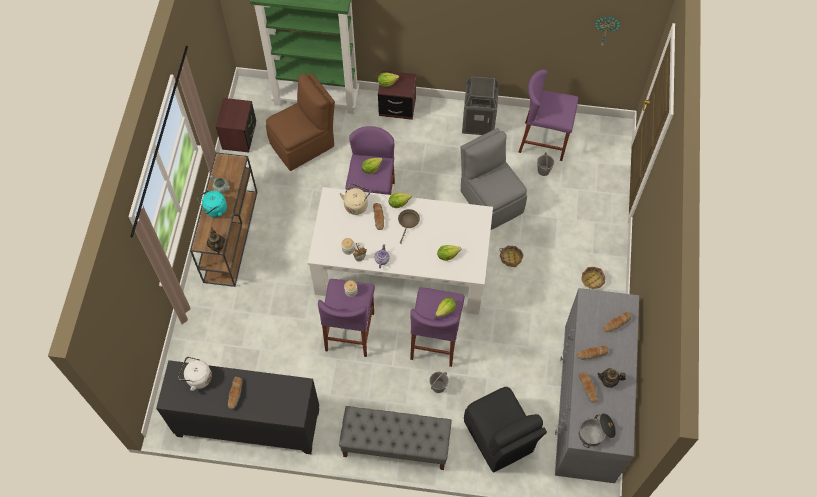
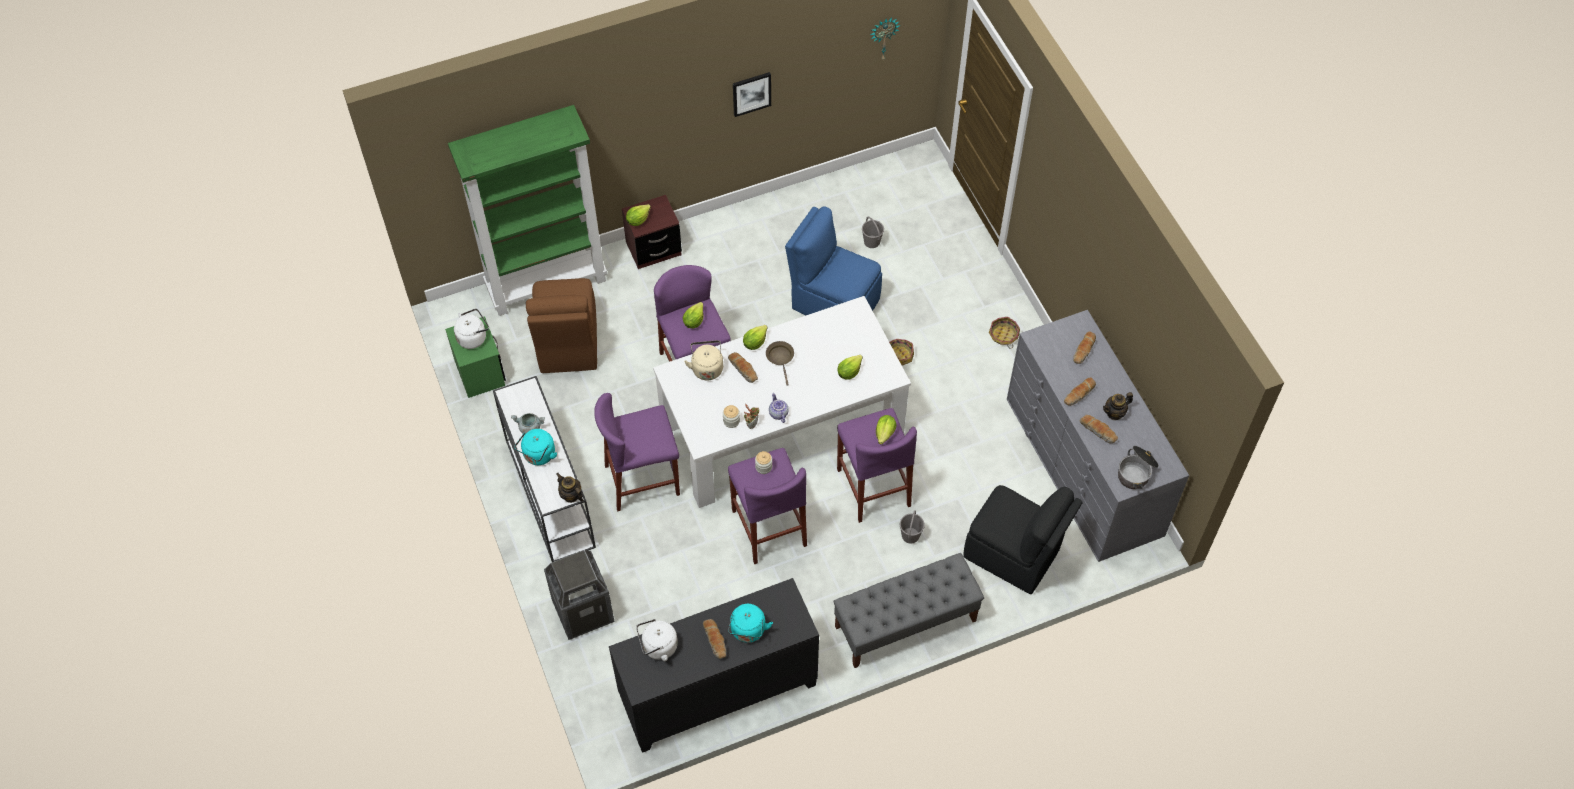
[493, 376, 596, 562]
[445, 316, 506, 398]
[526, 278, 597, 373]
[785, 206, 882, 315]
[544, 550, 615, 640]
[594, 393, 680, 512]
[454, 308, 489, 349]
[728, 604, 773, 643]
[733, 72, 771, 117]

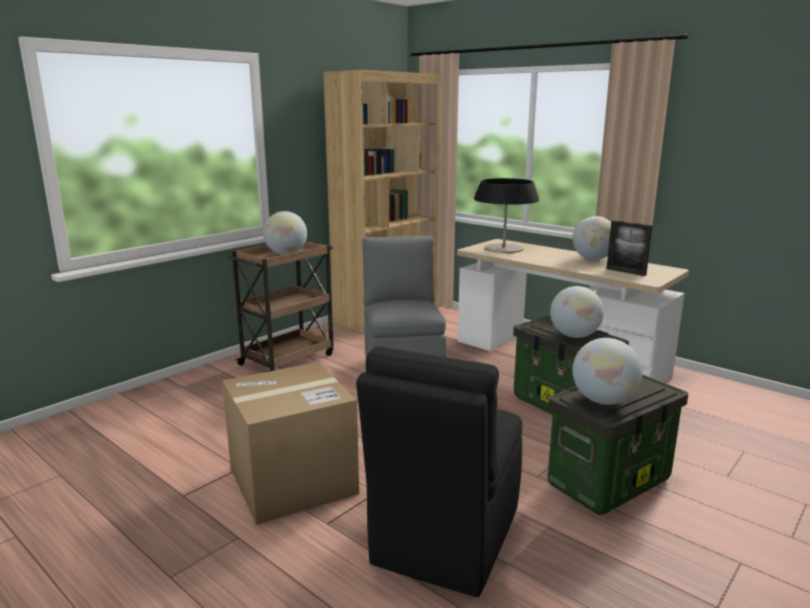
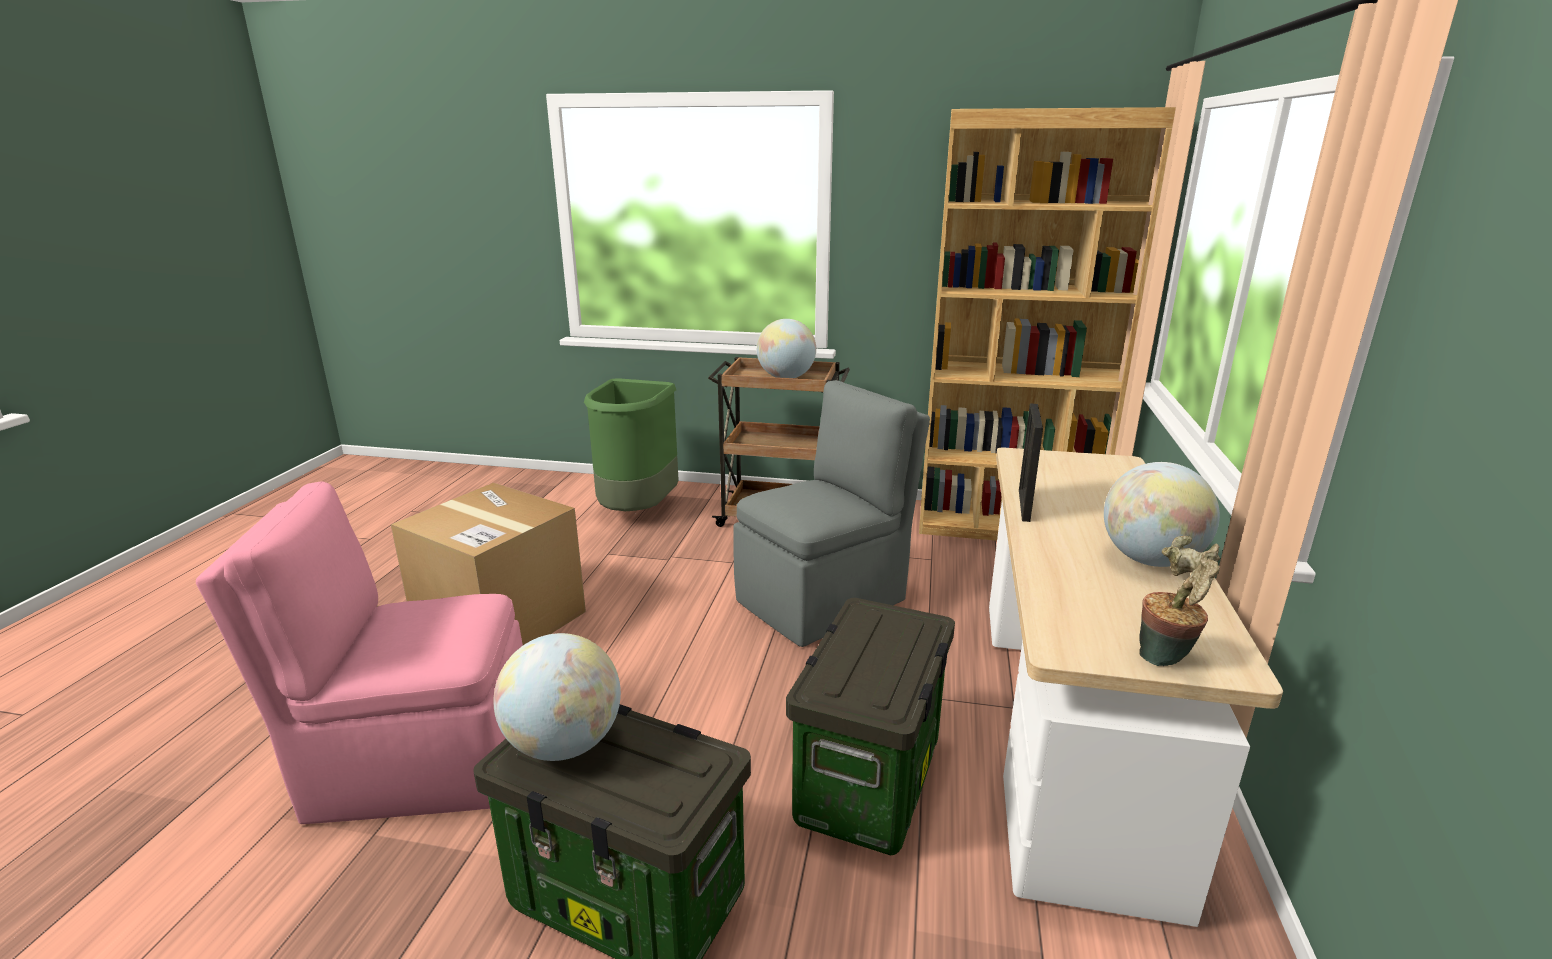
[196, 481, 523, 824]
[474, 178, 539, 253] (first image)
[550, 286, 604, 338] (first image)
[1019, 404, 1043, 522]
[584, 378, 679, 511]
[1139, 536, 1220, 666]

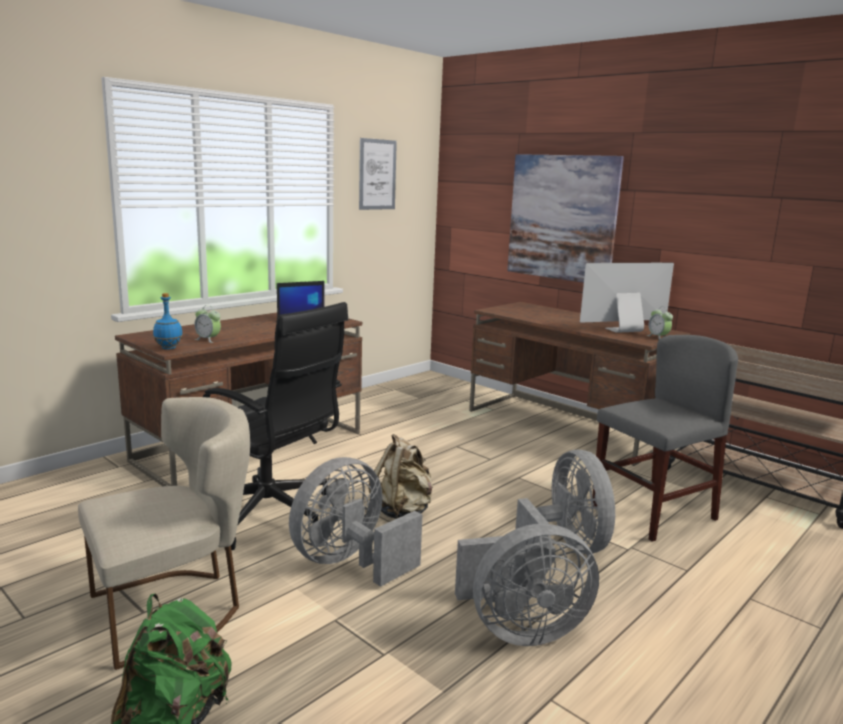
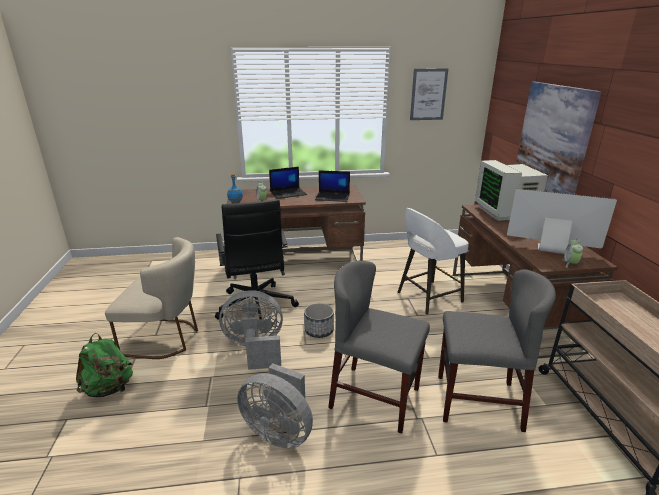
[304, 303, 334, 338]
[328, 261, 430, 434]
[269, 167, 307, 199]
[398, 208, 469, 315]
[475, 160, 548, 221]

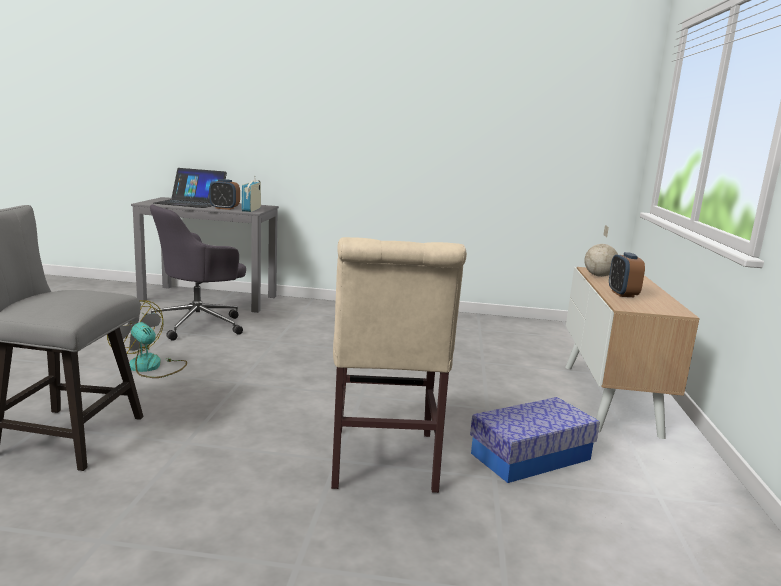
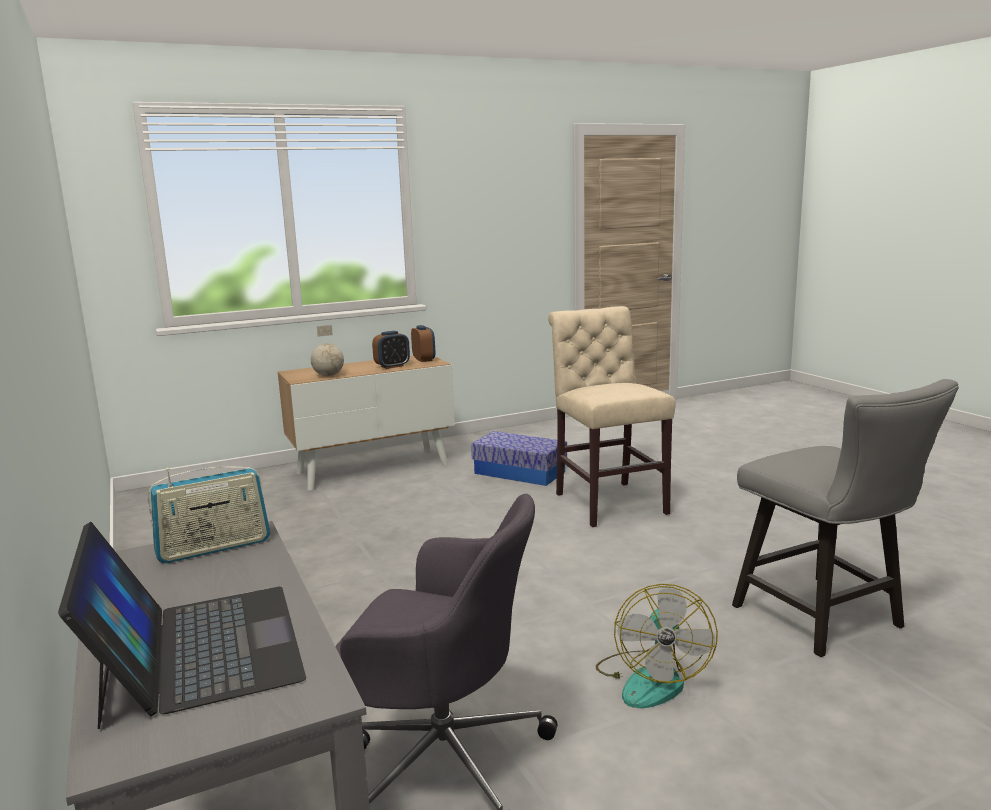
[411, 325, 435, 362]
[548, 306, 676, 527]

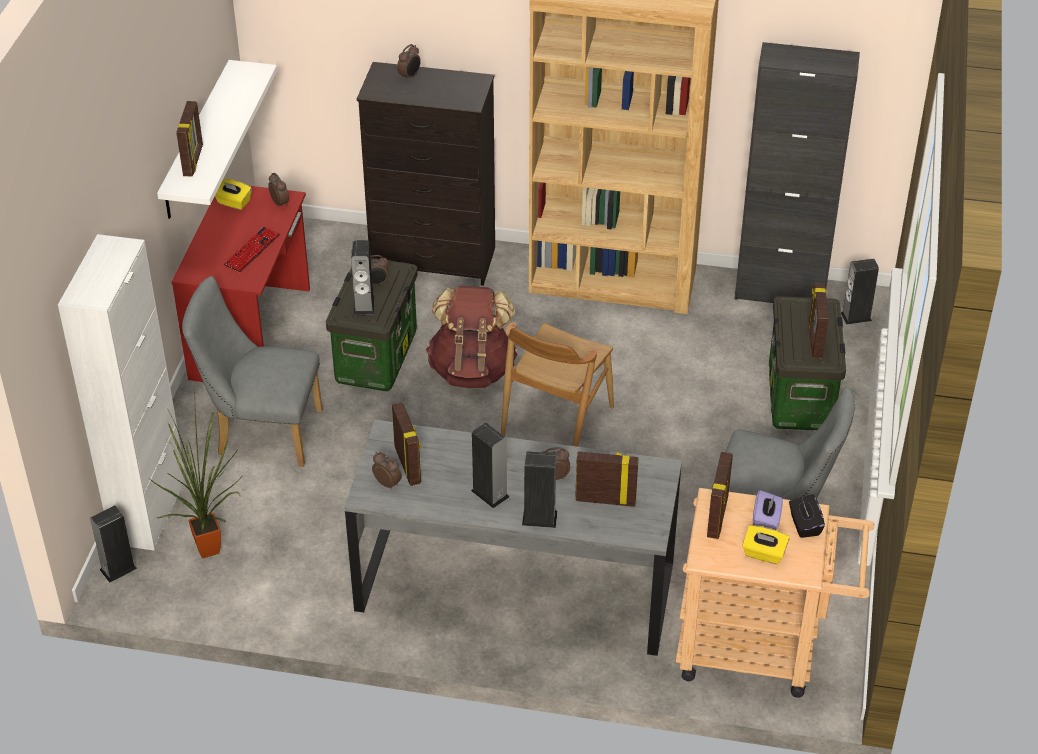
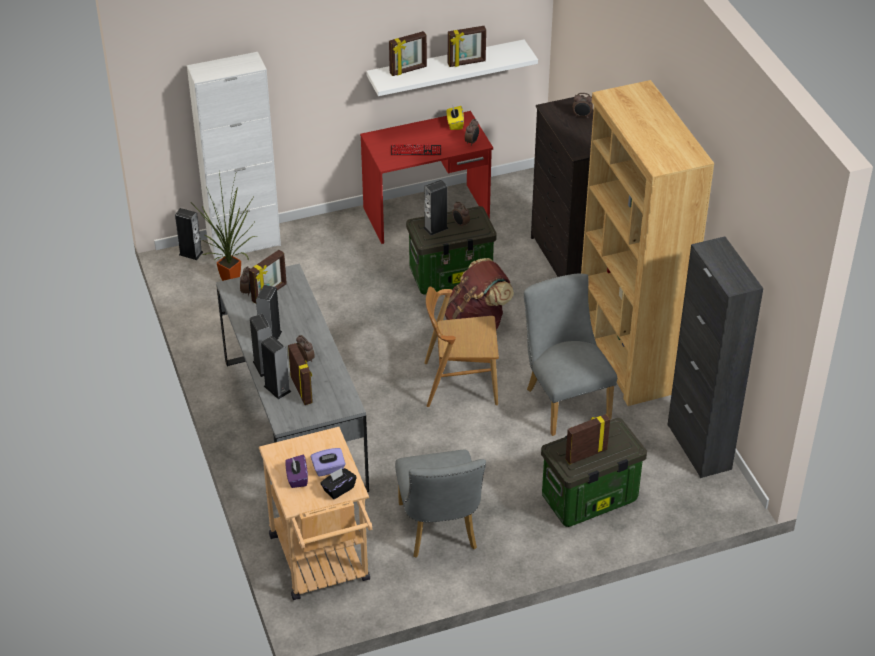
[524, 274, 617, 436]
[448, 26, 486, 67]
[285, 455, 308, 488]
[261, 336, 291, 400]

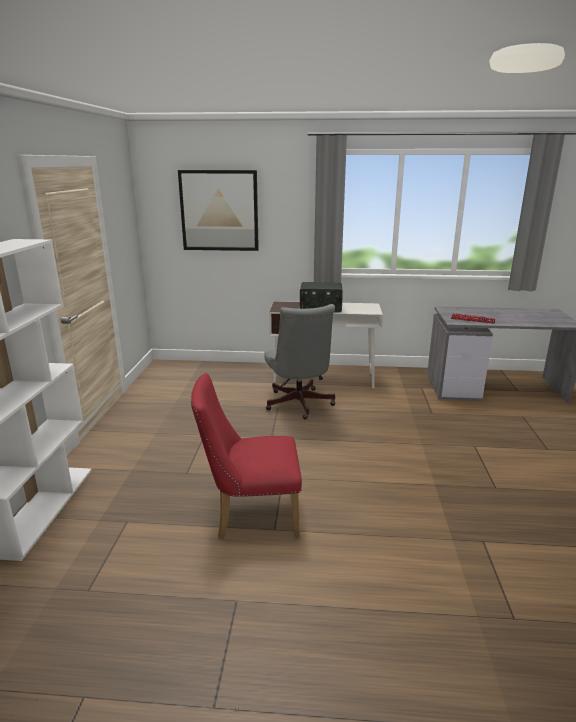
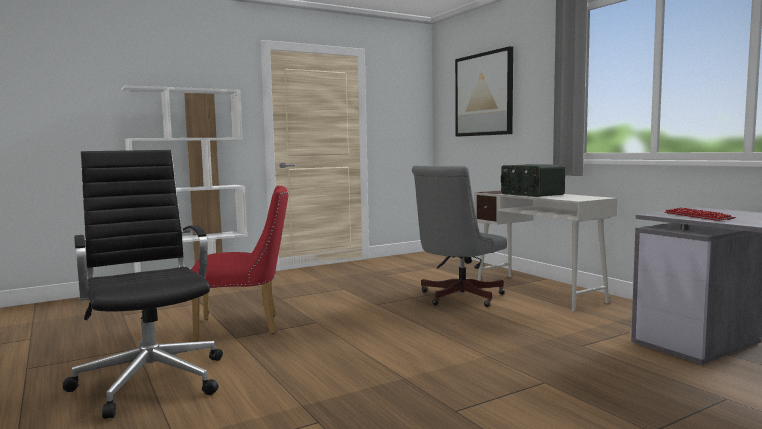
[191, 186, 288, 341]
[63, 150, 223, 419]

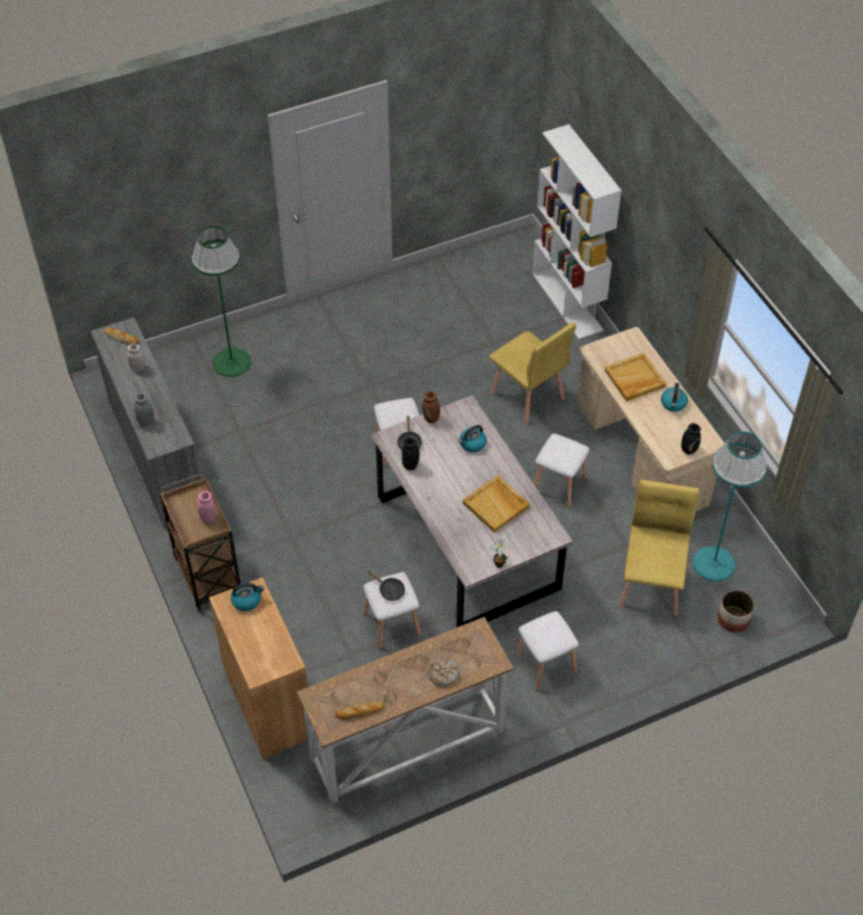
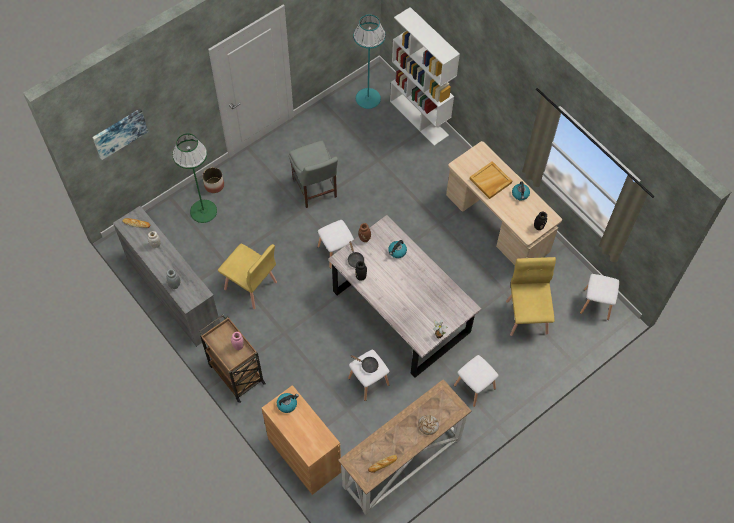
[463, 475, 530, 533] (first image)
[218, 244, 277, 309]
[580, 274, 619, 320]
[353, 15, 385, 109]
[202, 167, 224, 193]
[92, 109, 148, 160]
[289, 140, 338, 208]

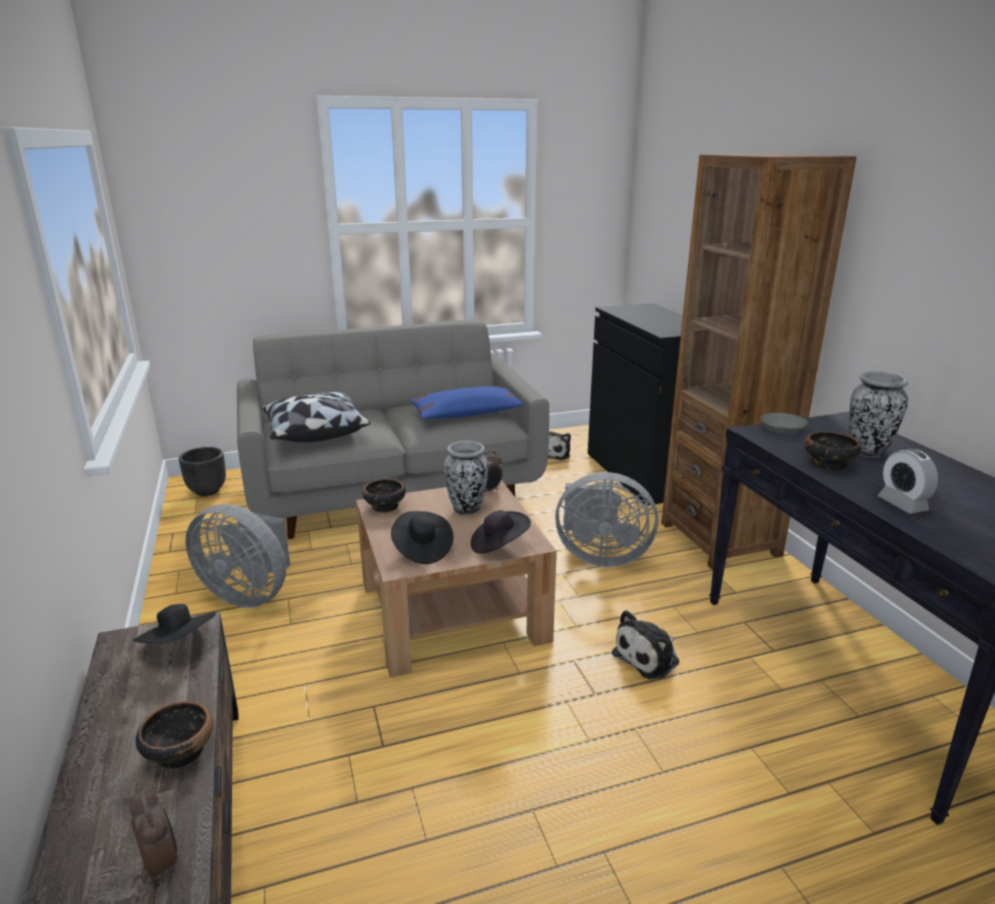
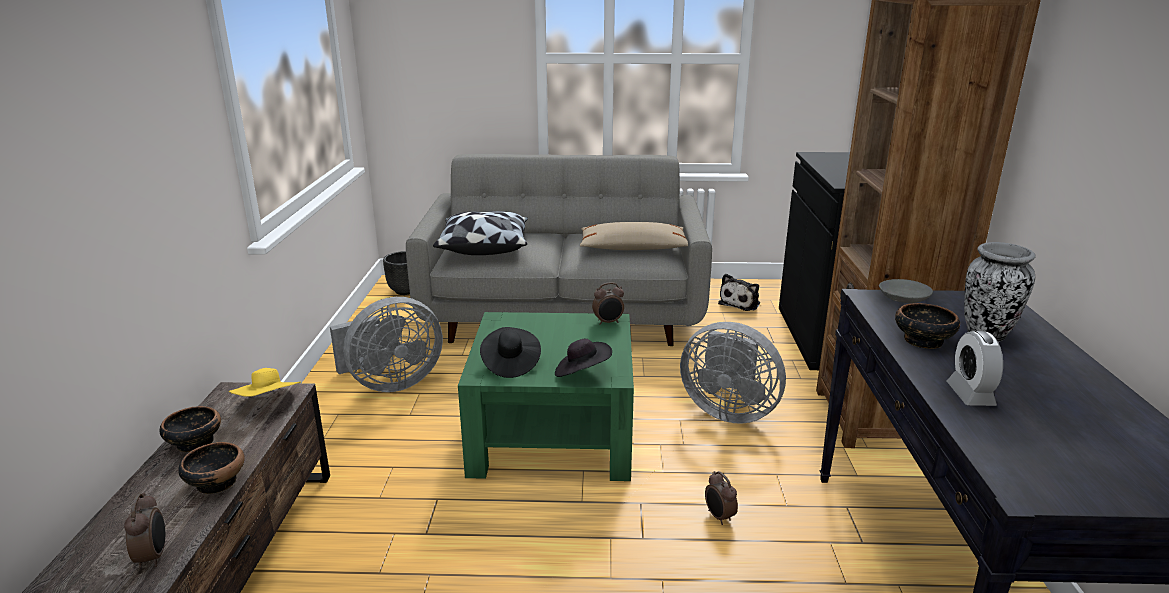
[229, 368, 301, 397]
[330, 297, 443, 392]
[458, 312, 634, 481]
[160, 406, 221, 452]
[580, 222, 688, 250]
[444, 441, 488, 515] (first image)
[705, 471, 738, 525]

